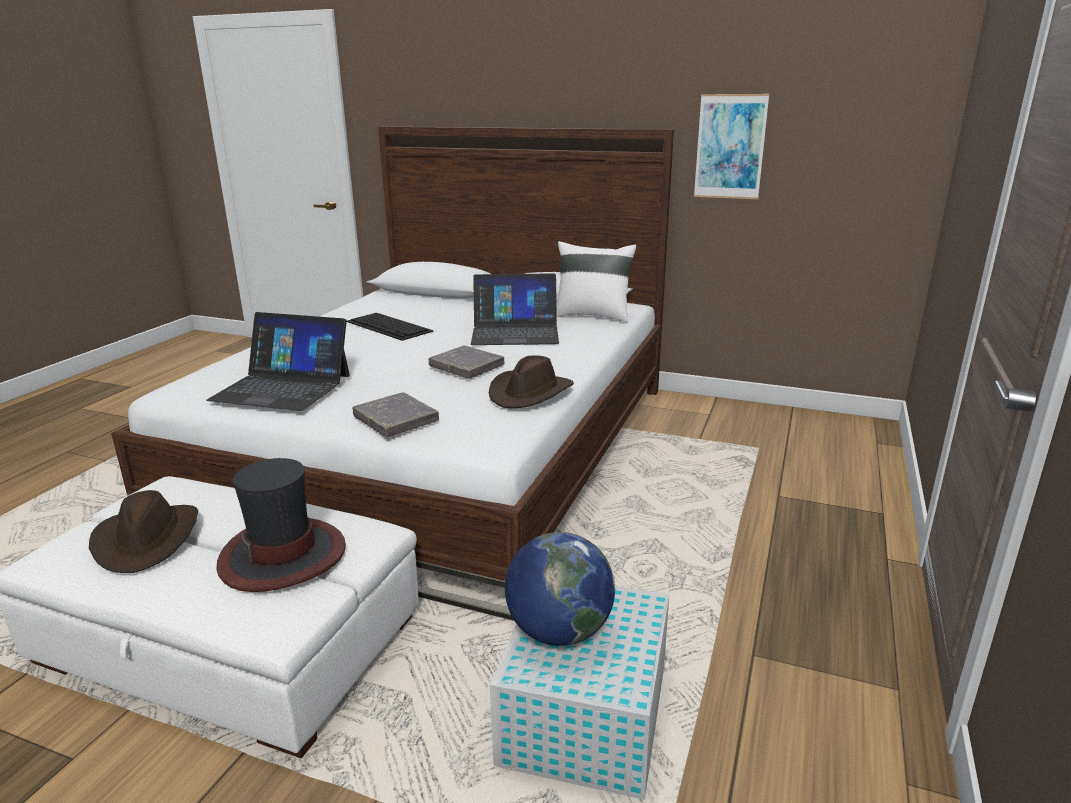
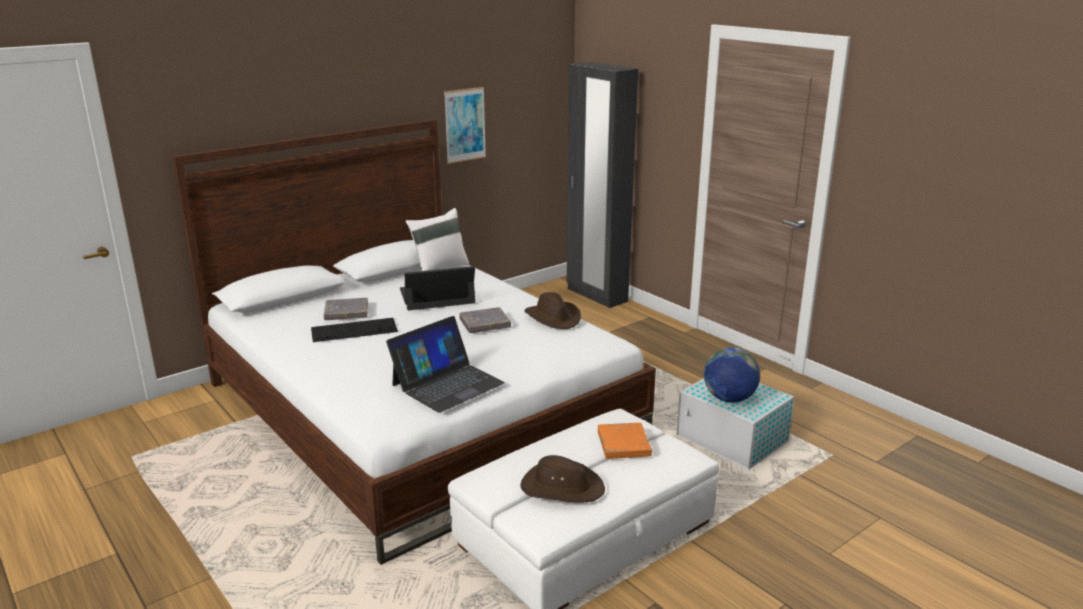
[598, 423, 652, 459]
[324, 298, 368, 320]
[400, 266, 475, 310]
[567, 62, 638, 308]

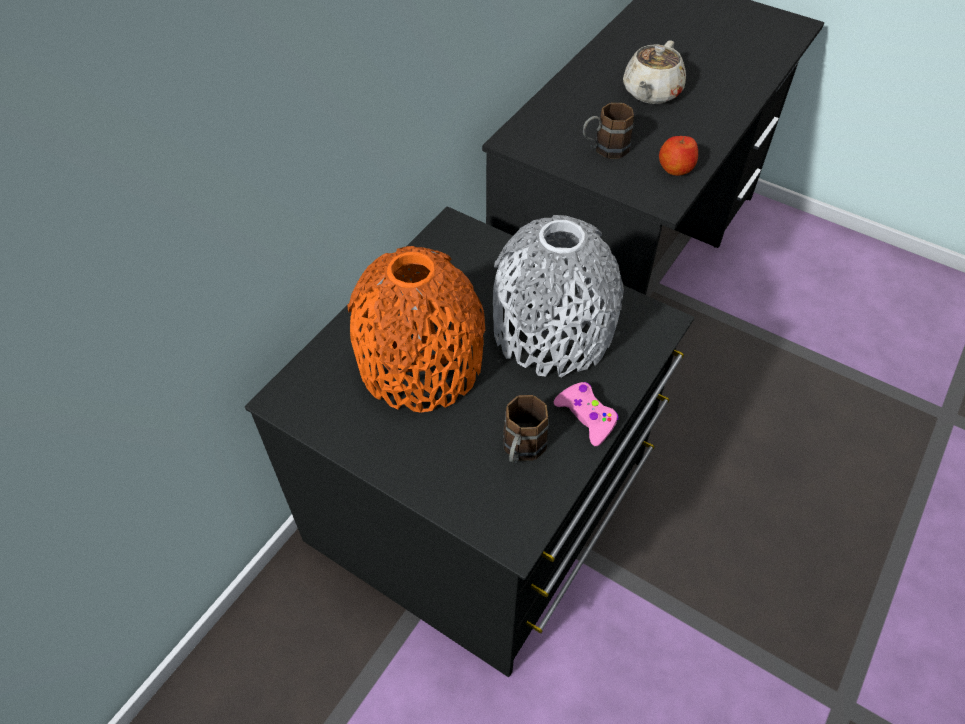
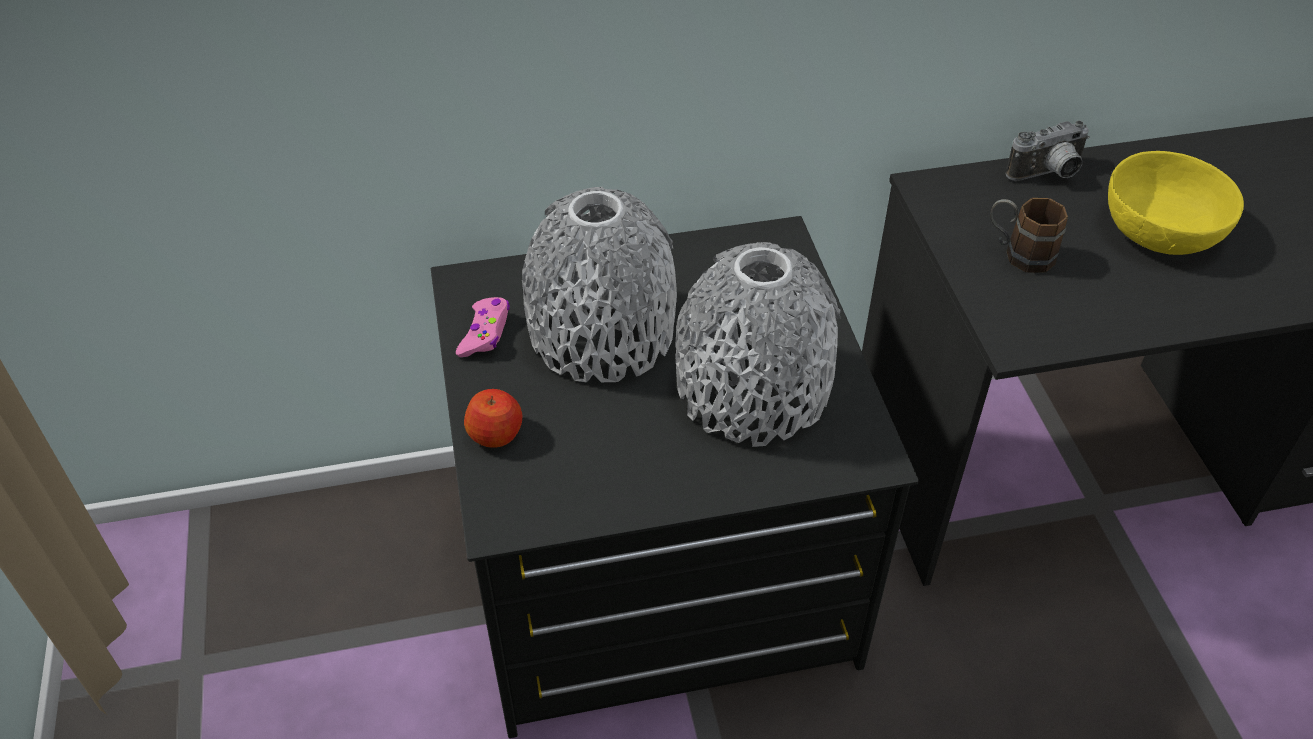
[522, 187, 677, 383]
[503, 395, 549, 463] (first image)
[456, 297, 510, 357]
[1108, 151, 1244, 255]
[464, 389, 523, 448]
[1006, 120, 1090, 181]

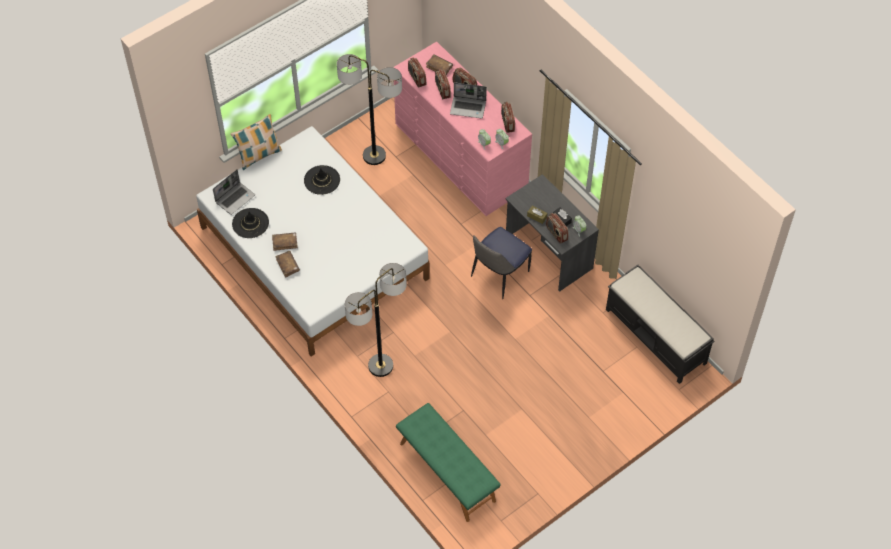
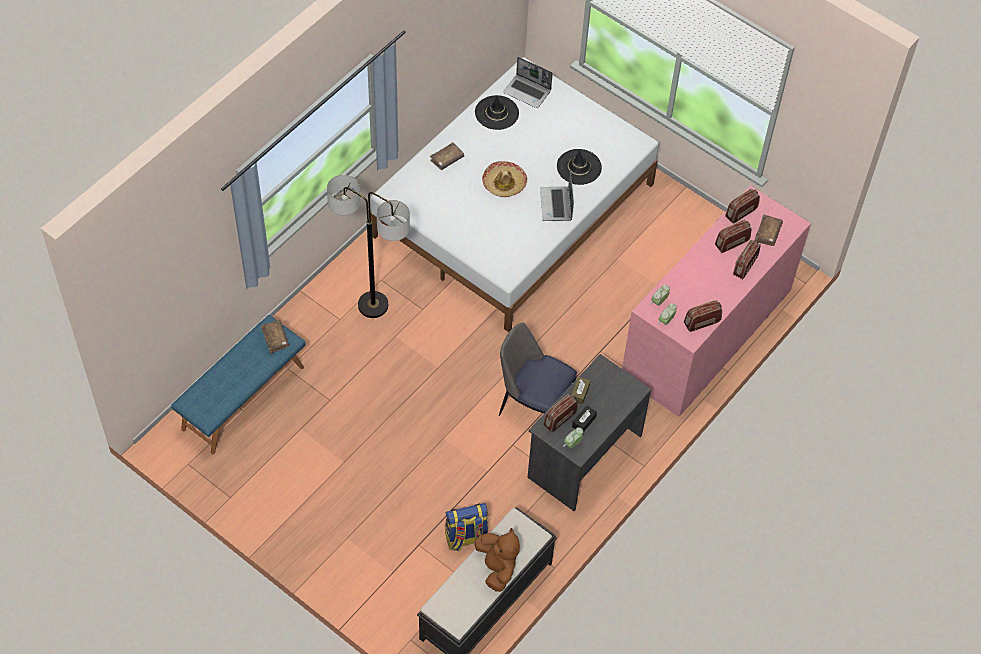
[231, 114, 282, 170] (first image)
[261, 320, 289, 354]
[337, 54, 402, 165] (first image)
[171, 315, 306, 454]
[540, 170, 574, 221]
[445, 503, 488, 552]
[475, 528, 520, 592]
[482, 161, 527, 197]

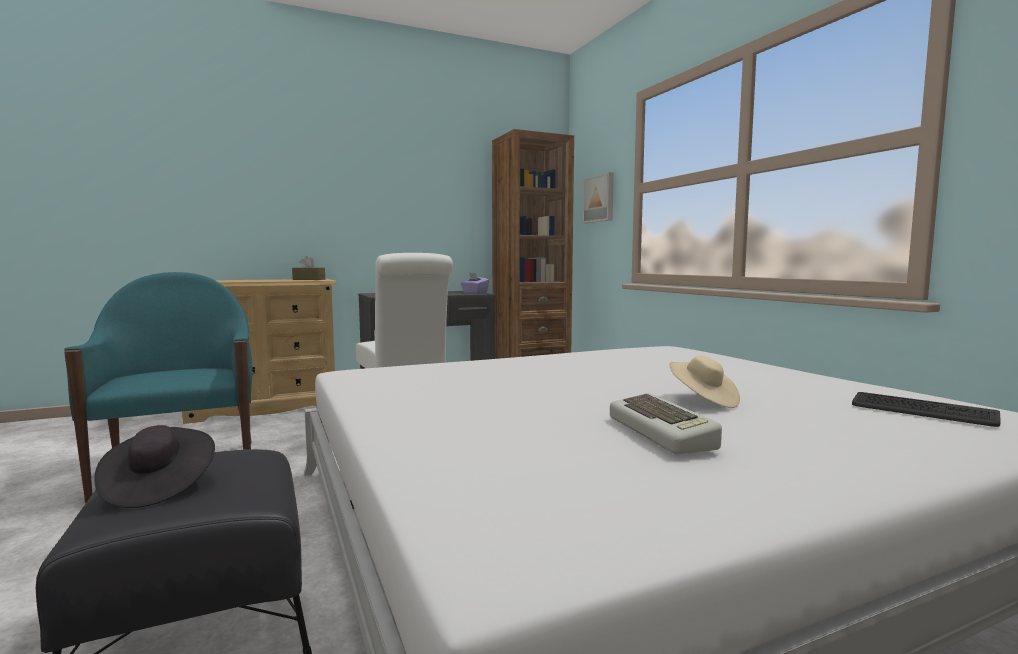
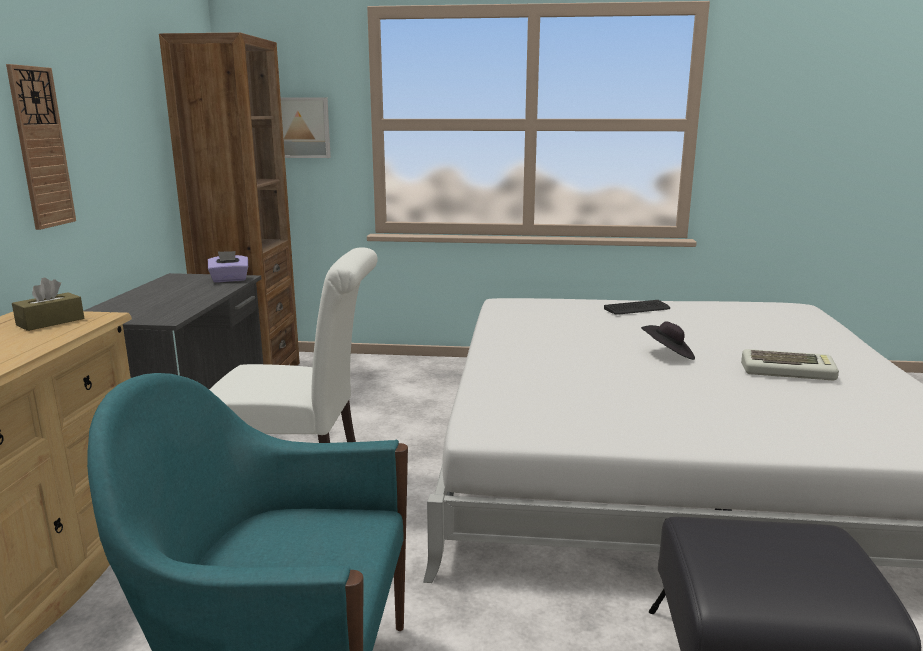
[641, 321, 695, 360]
[669, 356, 740, 408] (first image)
[604, 300, 670, 315]
[6, 64, 76, 230]

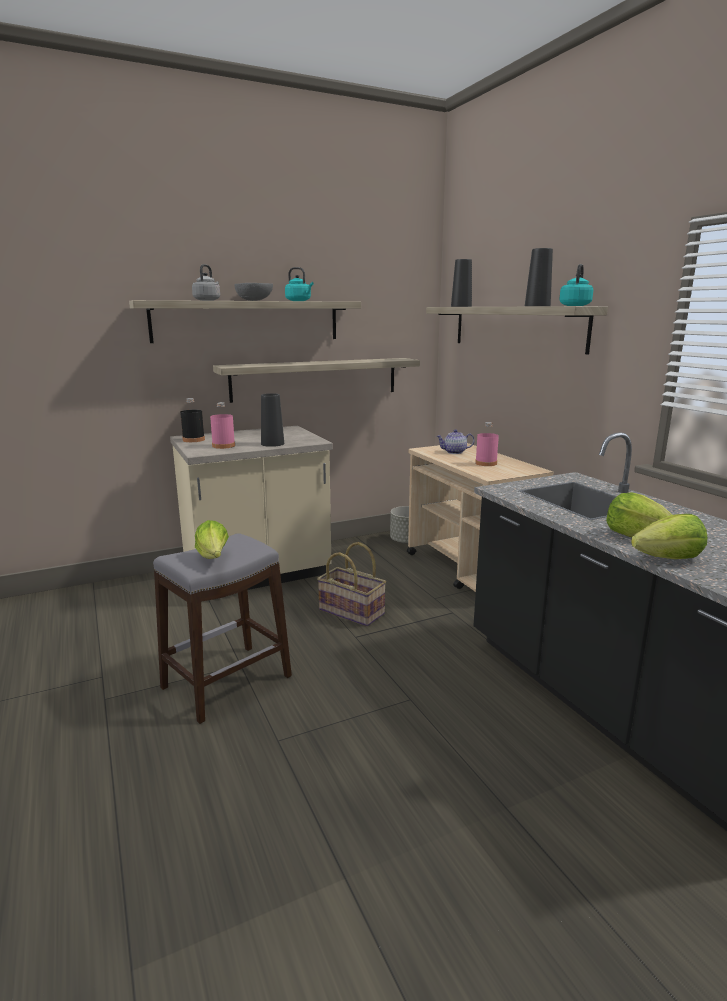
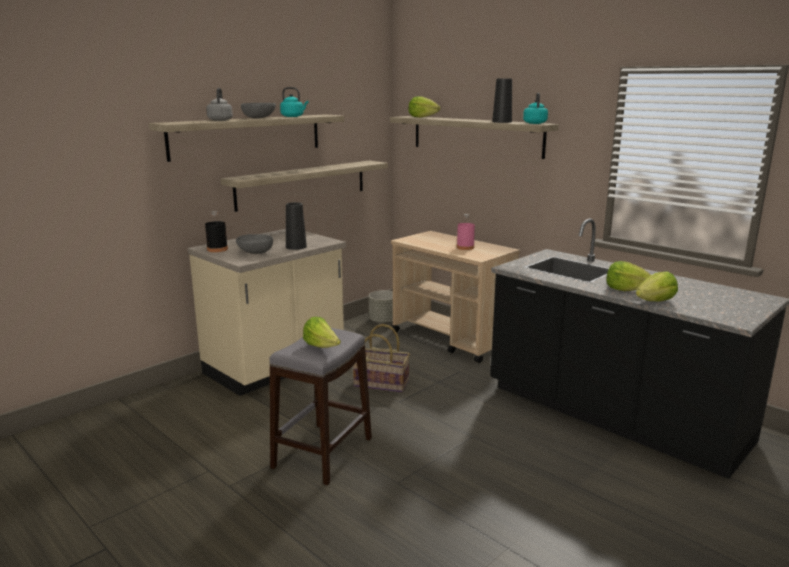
[236, 234, 273, 254]
[437, 430, 475, 454] (first image)
[408, 96, 440, 117]

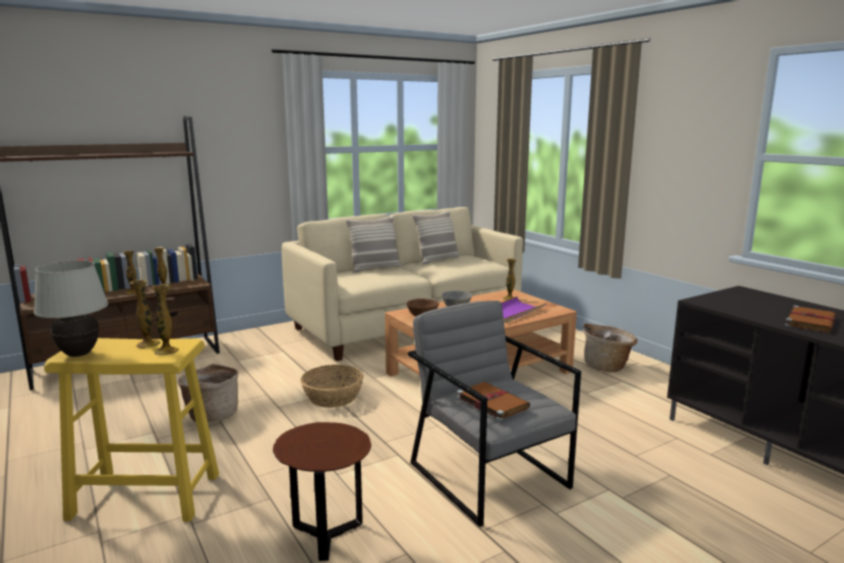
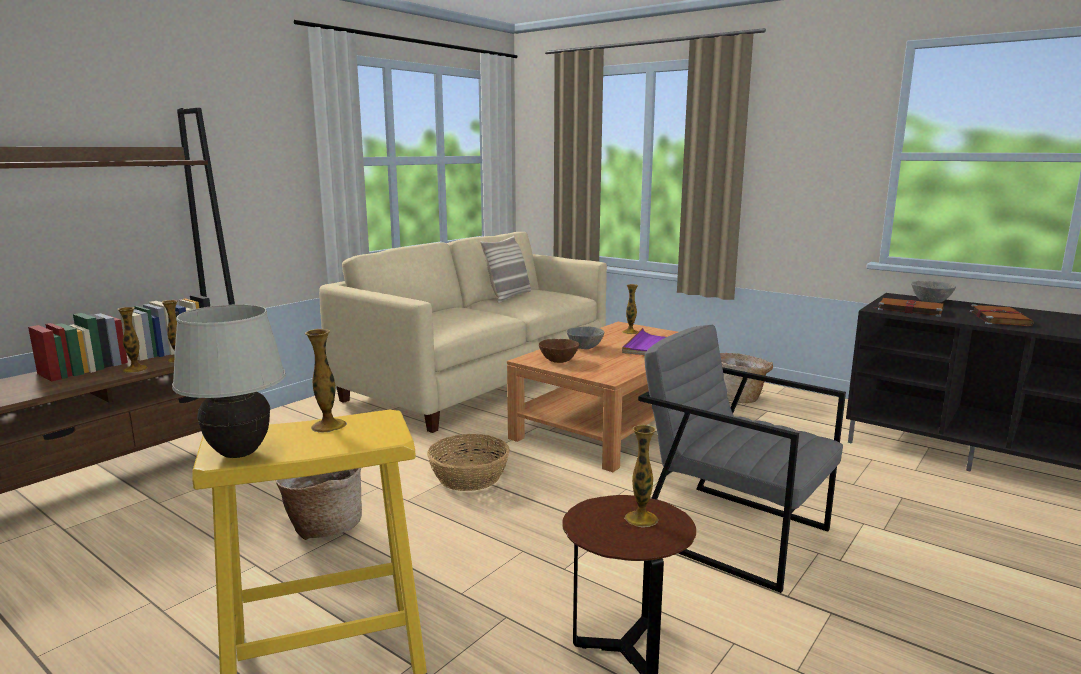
[624, 425, 658, 527]
[346, 217, 402, 273] (first image)
[874, 298, 944, 317]
[911, 281, 956, 303]

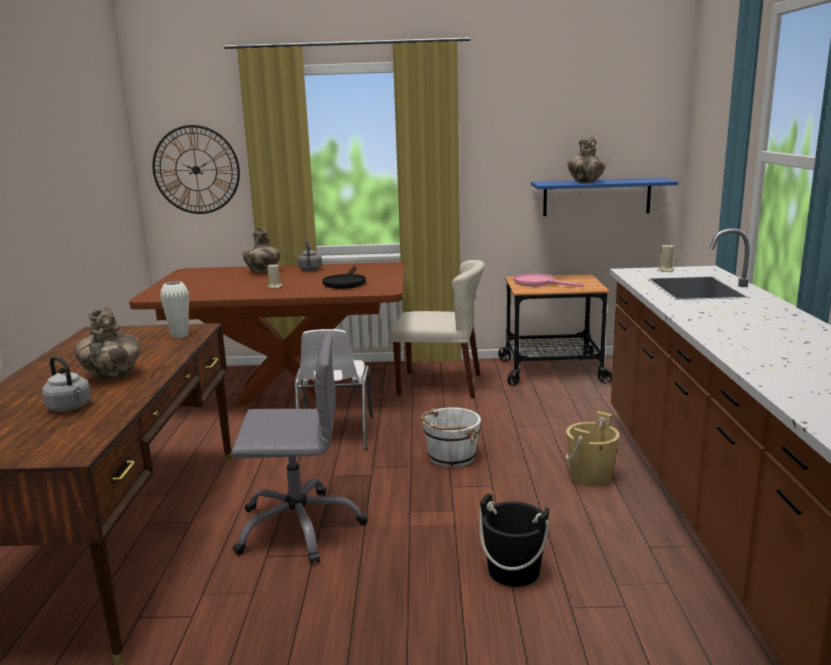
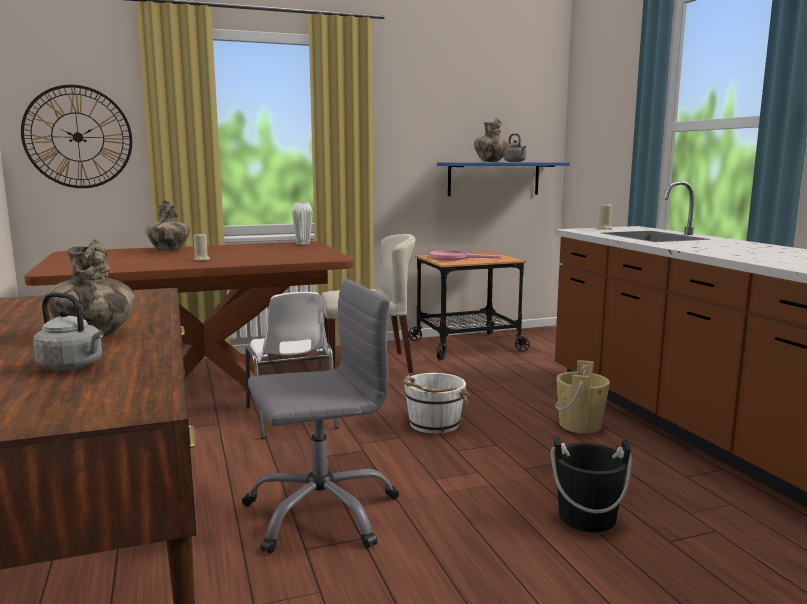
[292, 203, 313, 245]
[504, 134, 526, 162]
[322, 267, 366, 289] (first image)

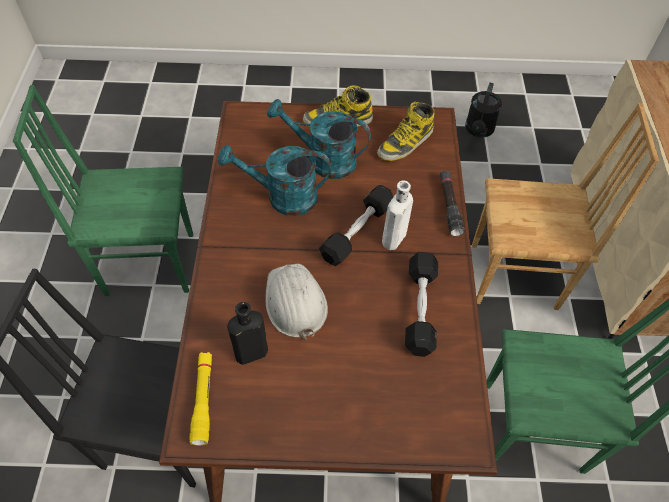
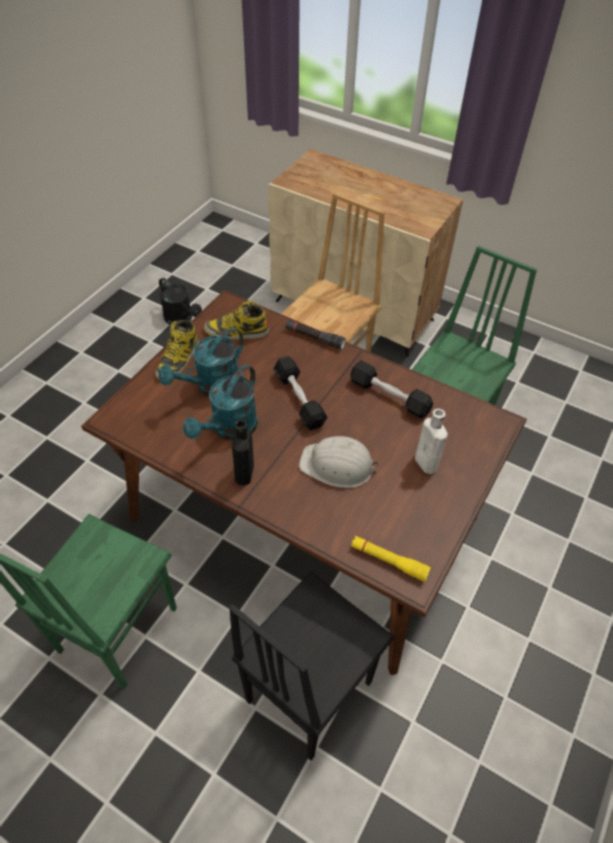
[232, 419, 254, 486]
[204, 301, 269, 340]
[415, 409, 448, 474]

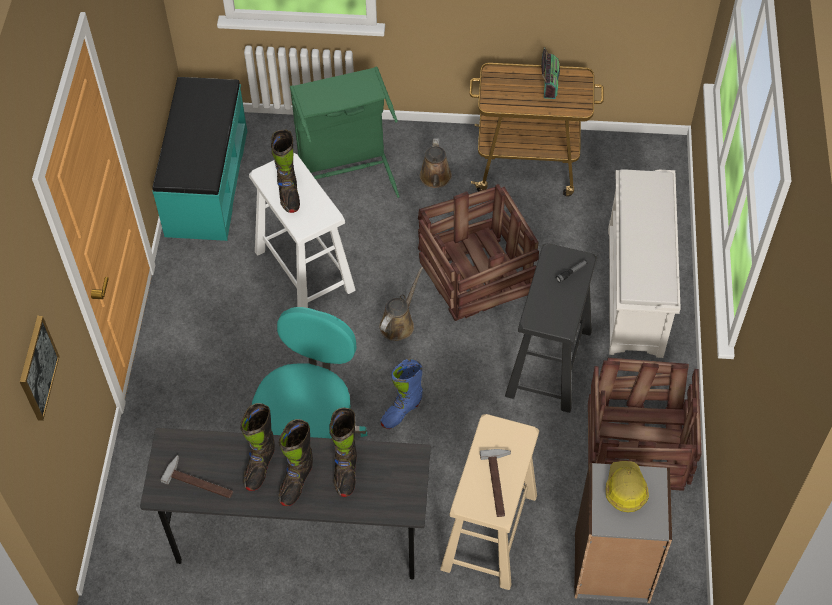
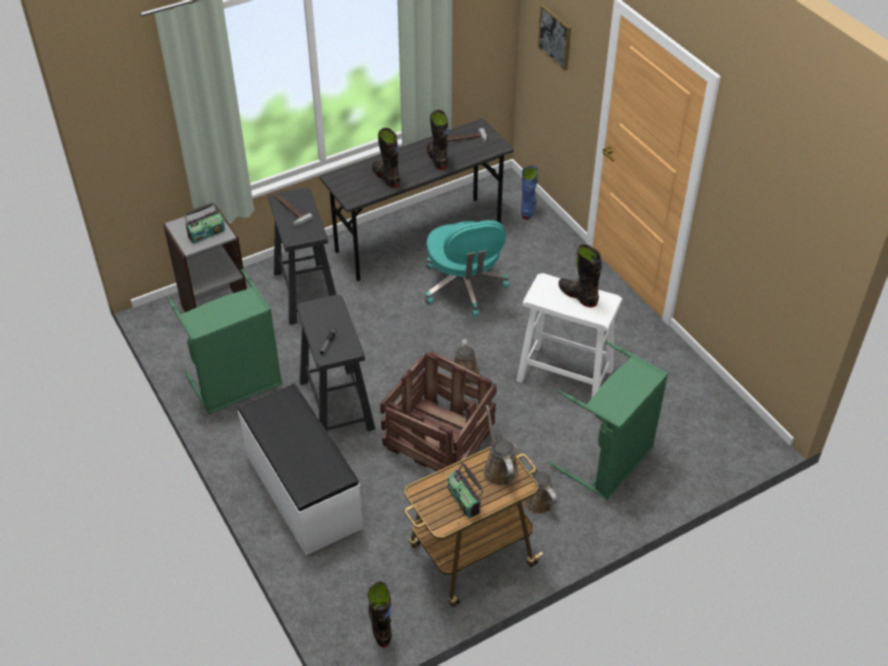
[152, 77, 247, 241] (first image)
[368, 581, 392, 647]
[521, 166, 538, 220]
[268, 188, 336, 325]
[167, 269, 282, 414]
[184, 202, 225, 244]
[238, 384, 363, 555]
[483, 405, 519, 486]

